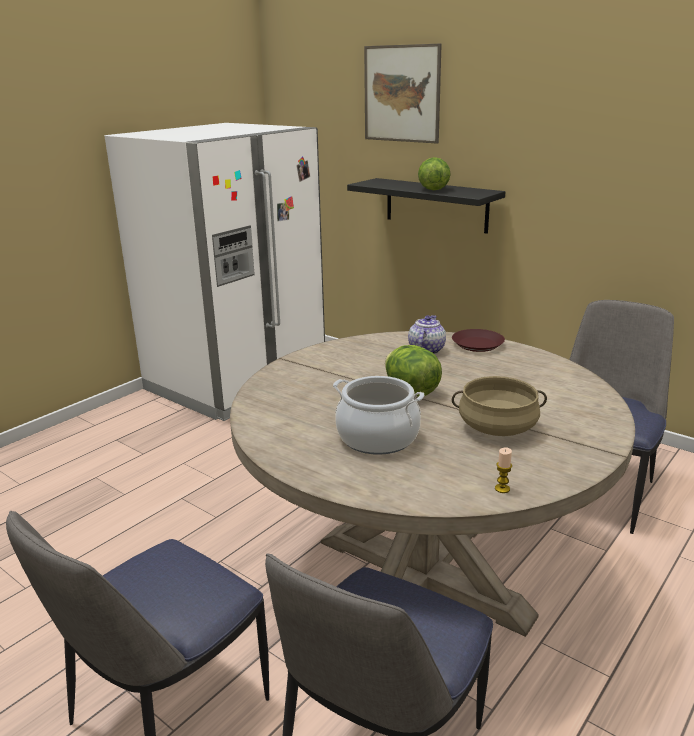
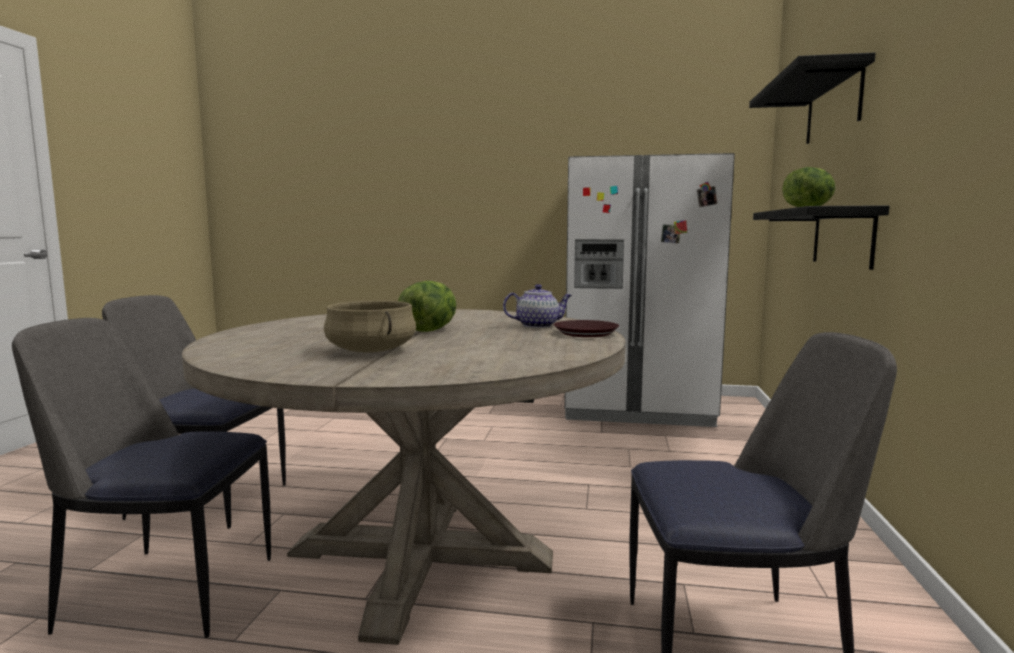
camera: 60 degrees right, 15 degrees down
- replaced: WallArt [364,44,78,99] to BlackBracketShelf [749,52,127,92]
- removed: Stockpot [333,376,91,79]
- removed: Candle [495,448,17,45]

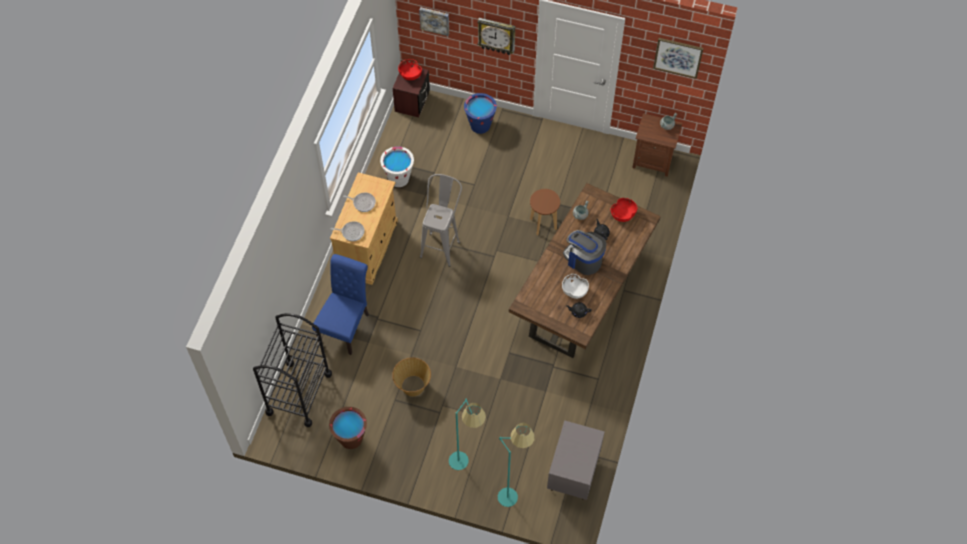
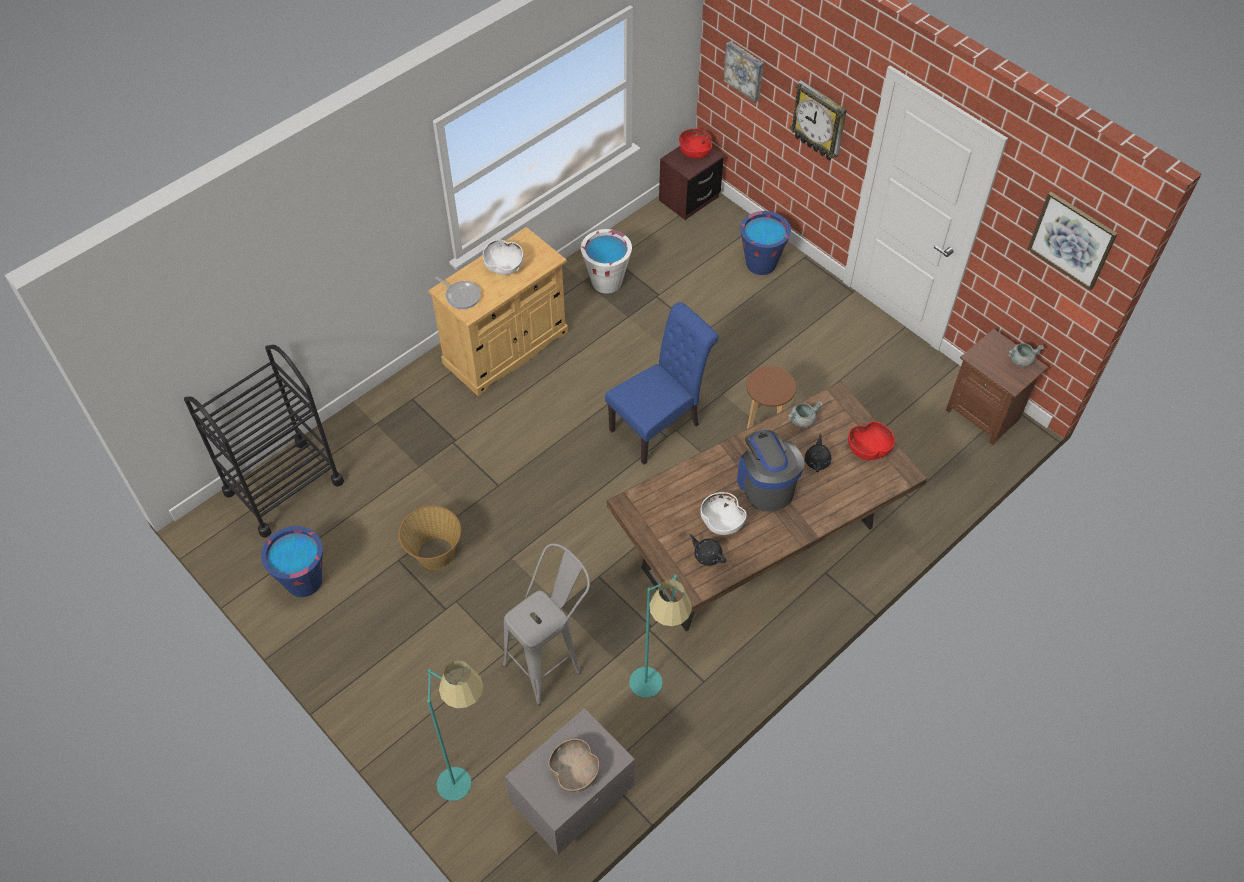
camera: 30 degrees right, 5 degrees down
- recoloured: BrownishPail [329,407,38,42] to BluishPail [261,526,62,71]
- replaced: Pan [343,193,33,19] to WhitishBowl [483,240,40,35]
- moved: GrayStool [420,174,42,93] to [503,543,87,162]
- added: BrownishBowl [548,739,51,53]
- moved: BluishPlainChair [312,254,57,101] to [605,302,114,163]
- moved: TurquoiseColouredFloorLamp [449,398,37,72] to [629,575,63,123]

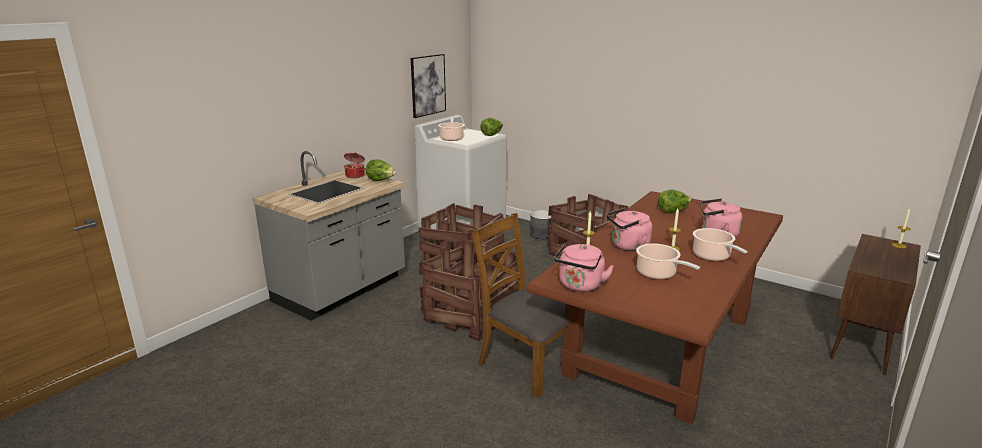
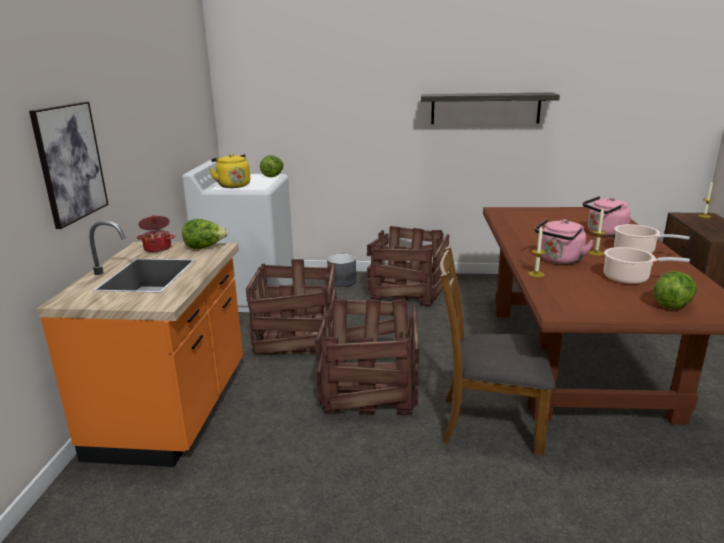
camera: 30 degrees left, 0 degrees up
- moved: WallArt [411,54,35,64] to [29,102,79,127]
- recoloured: GrayCounter [252,151,153,170] to OrangeCounter [37,221,206,246]
- replaced: Stockpot [438,118,27,23] to YellowWaterKettle [209,154,41,34]
- added: BracketShelf [421,93,139,31]
- moved: Lettuce [658,190,34,23] to [653,271,44,38]
- removed: PinkishWaterKettle [554,244,60,48]

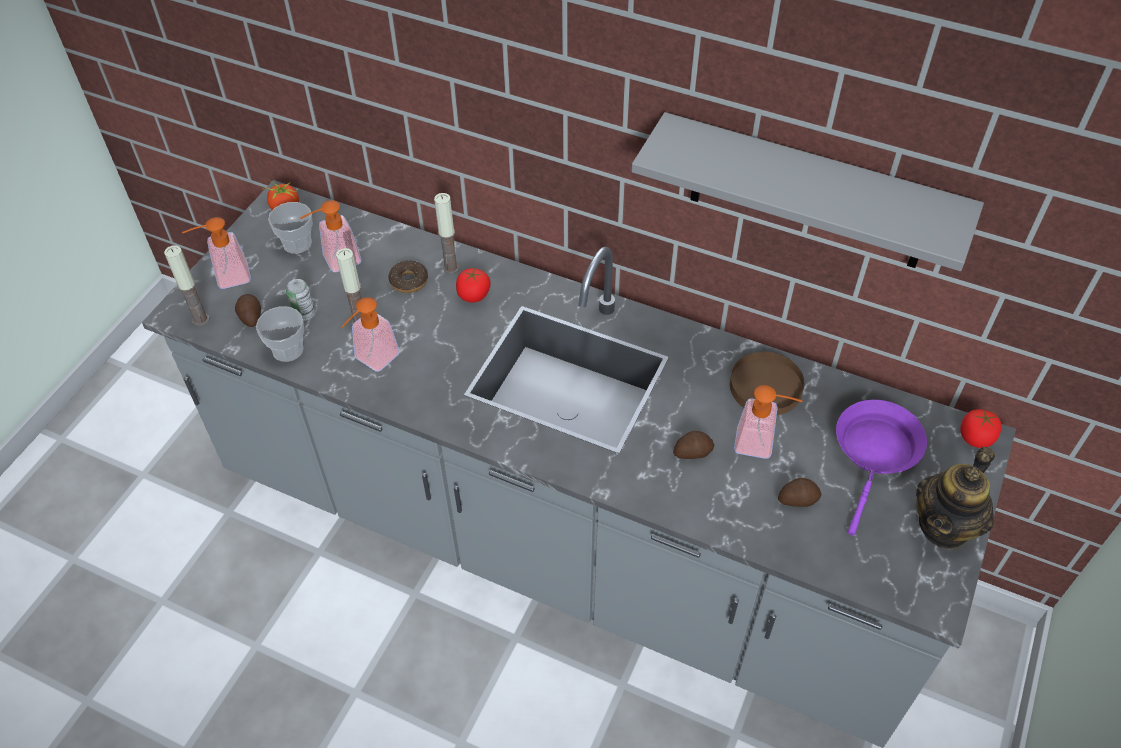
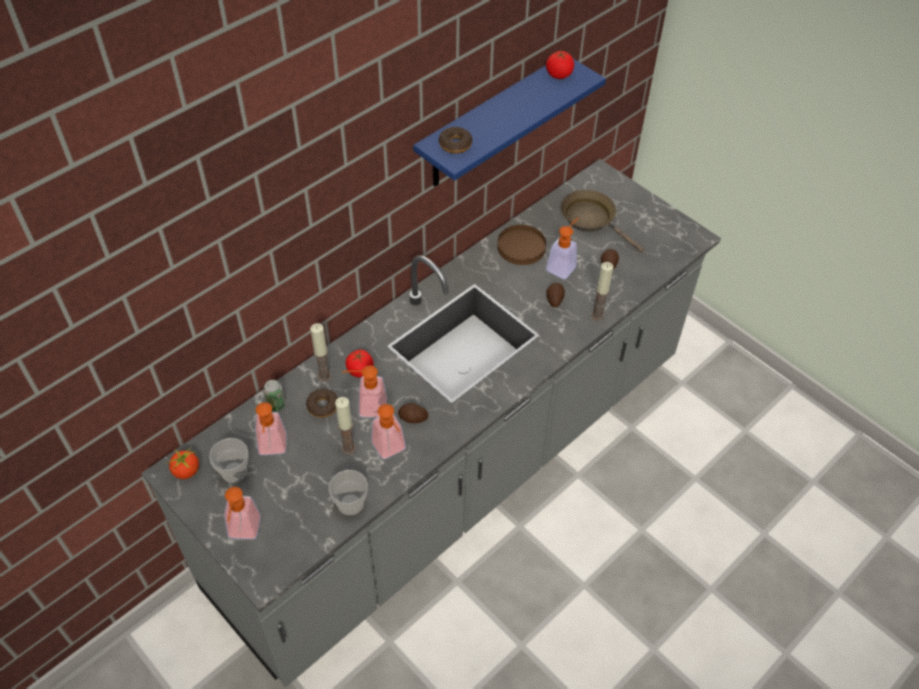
camera: 70 degrees left, 0 degrees up
- moved: SealedCan [286,279,29,42] to [264,380,21,32]
- added: SoapDispenser [342,365,45,53]
- moved: WholePotato [235,294,26,33] to [398,403,30,20]
- recoloured: GrayBracketShelf [632,112,352,159] to BluishBracketShelf [413,59,193,128]
- added: Donut [439,127,33,27]
- moved: WholeTomato [960,409,41,39] to [546,50,28,29]
- recoloured: PurplishPan [836,400,91,136] to BrownishPan [561,190,83,63]
- moved: Candle [164,245,45,81] to [591,262,22,59]
- removed: PotForTea [916,447,79,103]

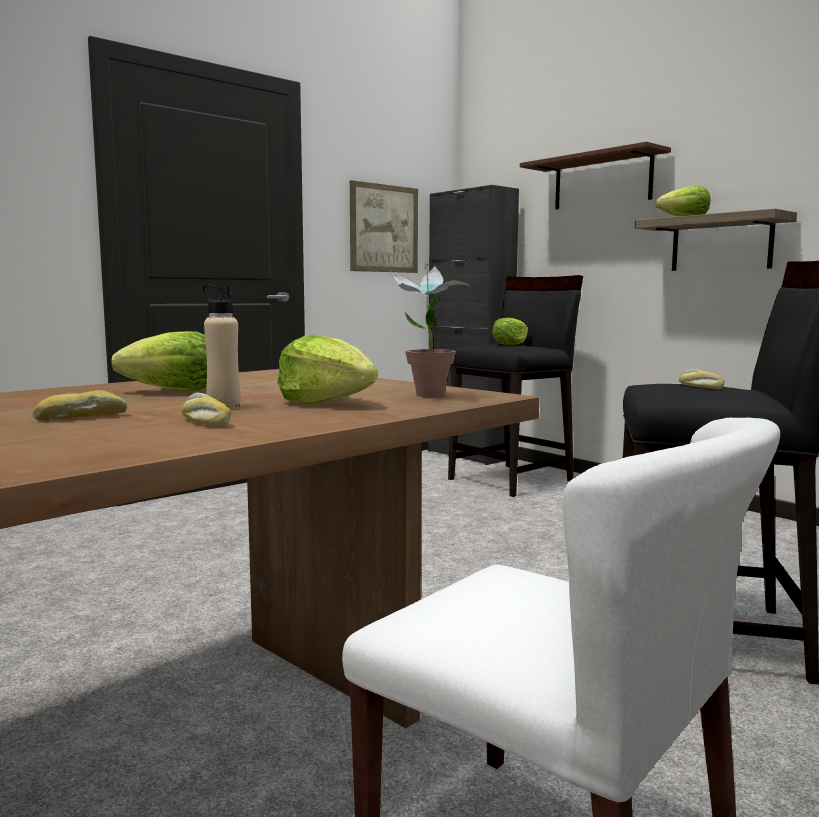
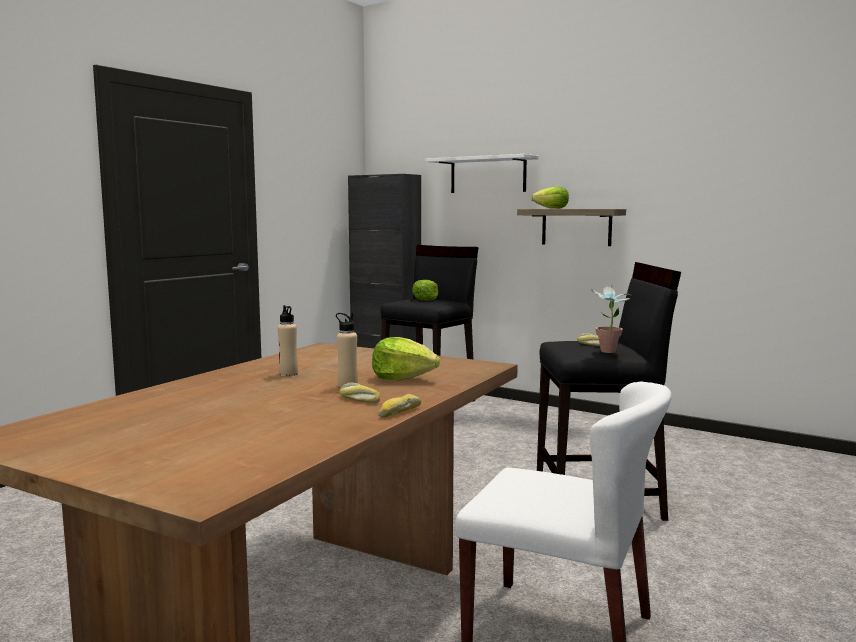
camera: 15 degrees left, 0 degrees up
- replaced: Lettuce [112,331,95,60] to SandColouredDrinkBottle [278,305,20,71]
- moved: BakedBread [33,390,94,31] to [379,394,42,24]
- recoloured: BrownishBracketShelf [520,142,151,67] to WhitishBracketShelf [425,154,114,39]
- moved: PottedPlant [390,263,81,134] to [591,283,41,70]
- removed: WallArt [350,180,68,93]

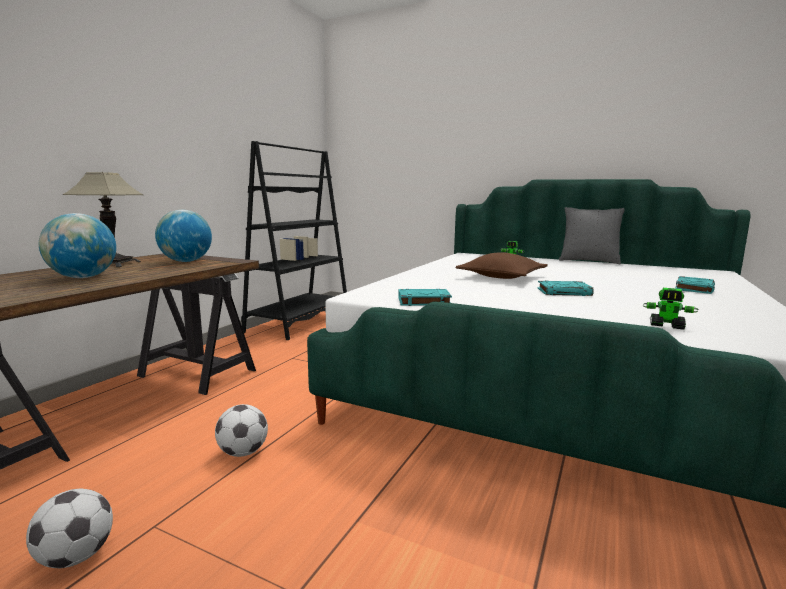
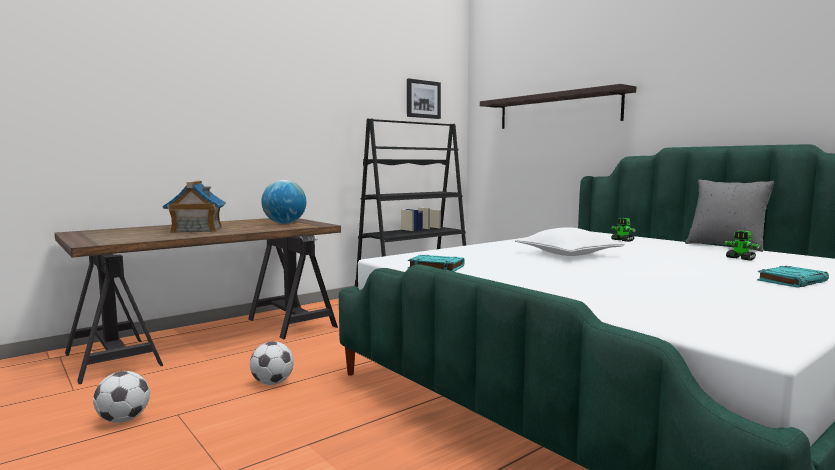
camera: 25 degrees right, 5 degrees down
- replaced: WorldGlobe [39,213,77,65] to MiniatureHouse [162,181,64,53]
- added: WallArt [407,79,34,40]
- added: BracketShelf [480,84,156,45]
- recoloured: BrownishPillow [455,252,93,27] to WhitishPillow [515,227,110,29]
- moved: RobotFigure [643,288,56,42] to [723,230,39,31]
- removed: TabletopLamp [63,172,80,95]
- removed: TurquoiseColouredBook [538,280,56,16]

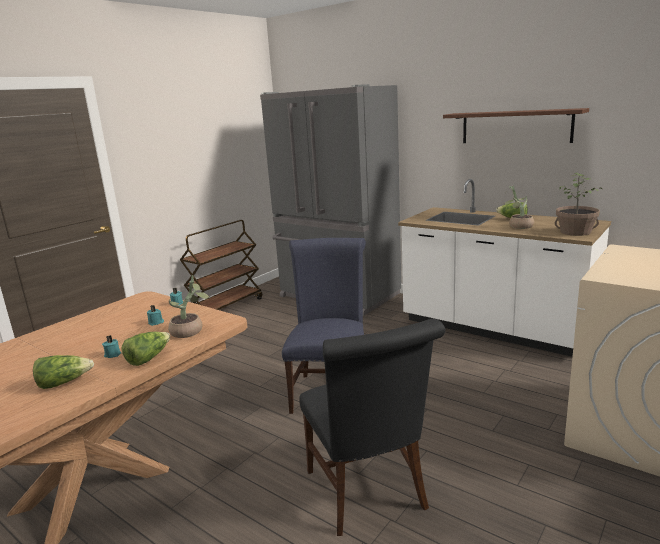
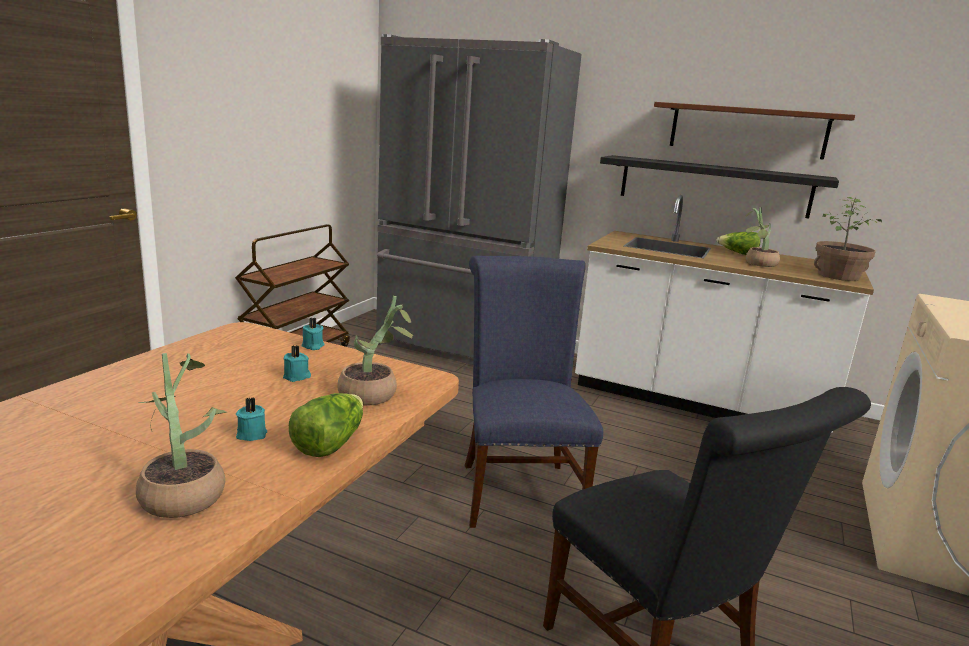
camera: 15 degrees left, 0 degrees up
- replaced: Lettuce [33,355,61,34] to PottedPlant [136,353,91,165]
- added: BlackBracketShelf [600,155,239,63]

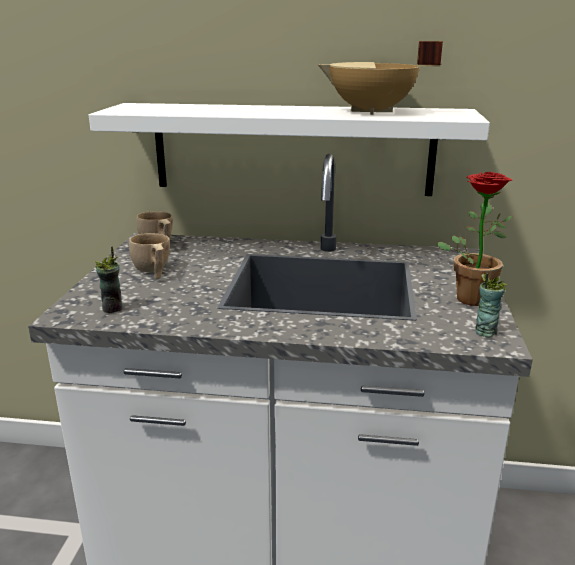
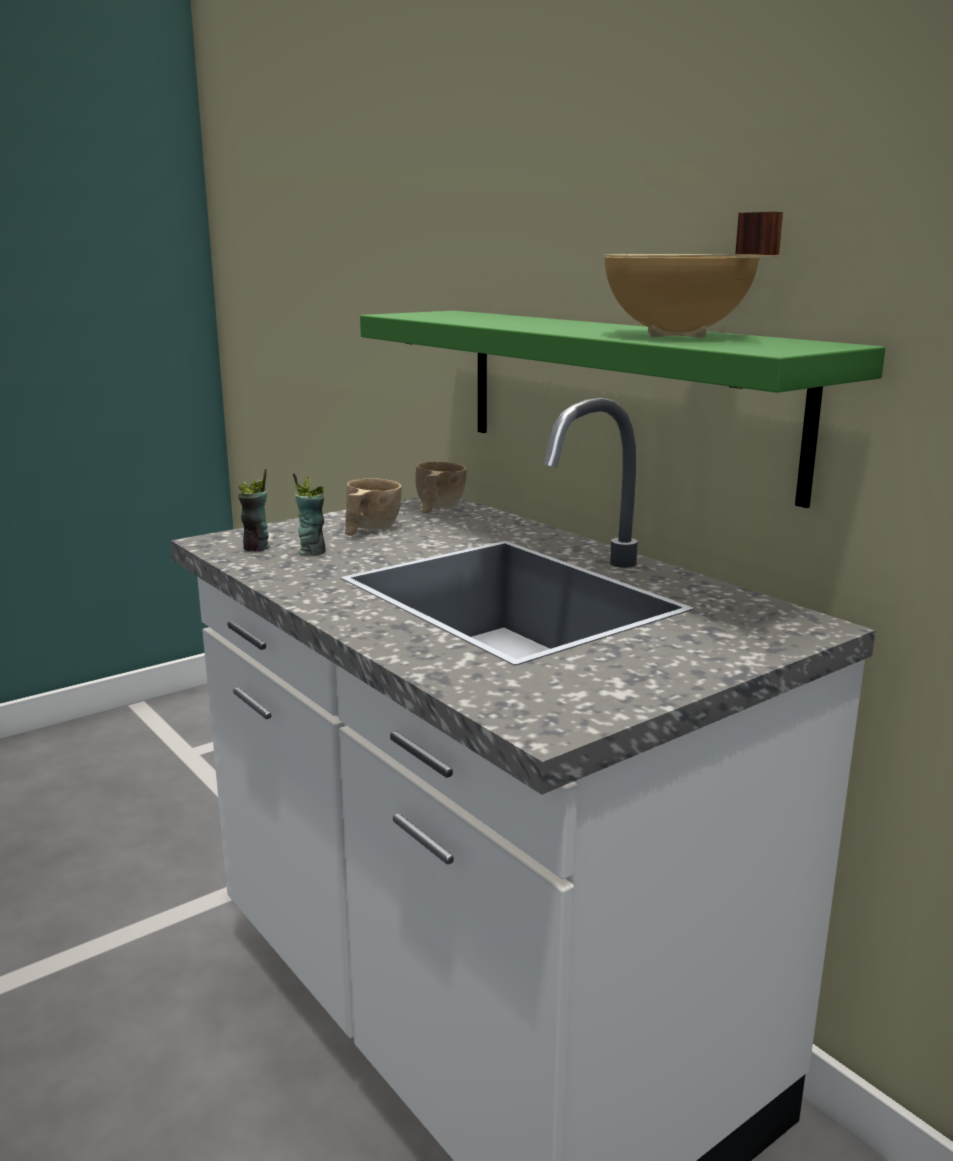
camera: 45 degrees right, 5 degrees down
- moved: Cup [475,272,32,66] to [293,473,32,82]
- recoloured: WhitishBracketShelf [89,103,401,93] to GreenColouredBracketShelf [360,311,526,197]
- removed: PottedPlant [436,172,77,134]

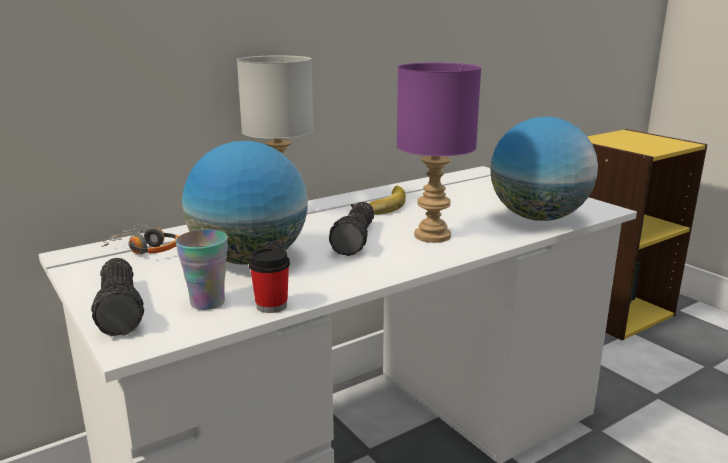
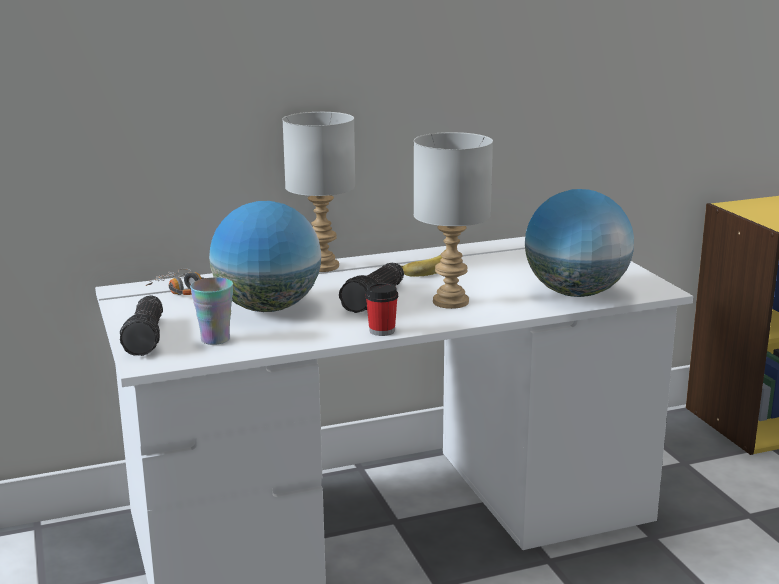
camera: 15 degrees right, 0 degrees up
- moved: Cup [249,248,41,65] to [365,283,33,53]
- recoloured: PurplishTabletopLamp [396,63,85,180] to GrayTabletopLamp [414,132,79,177]

